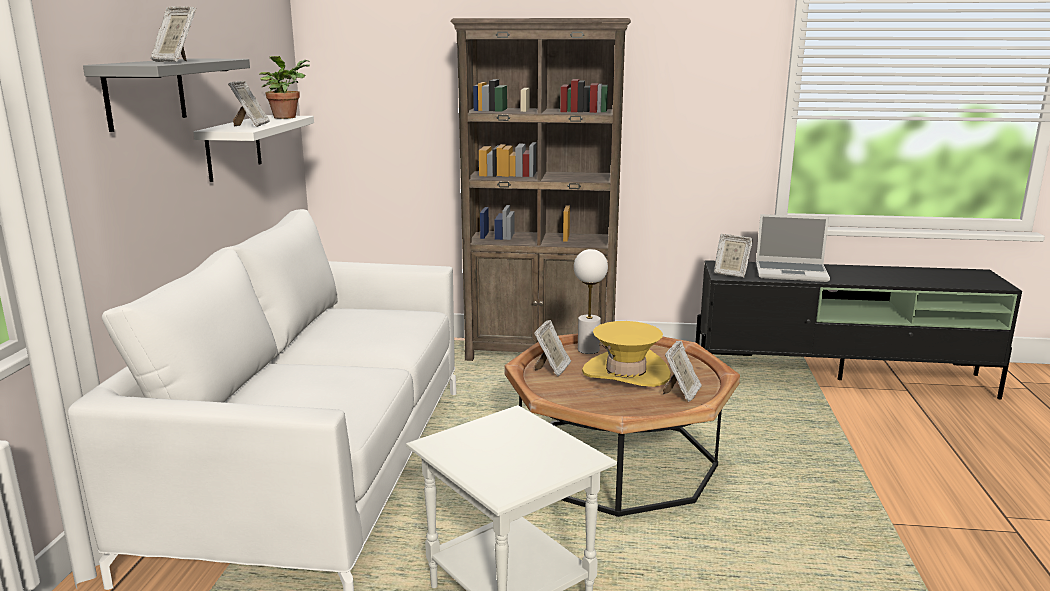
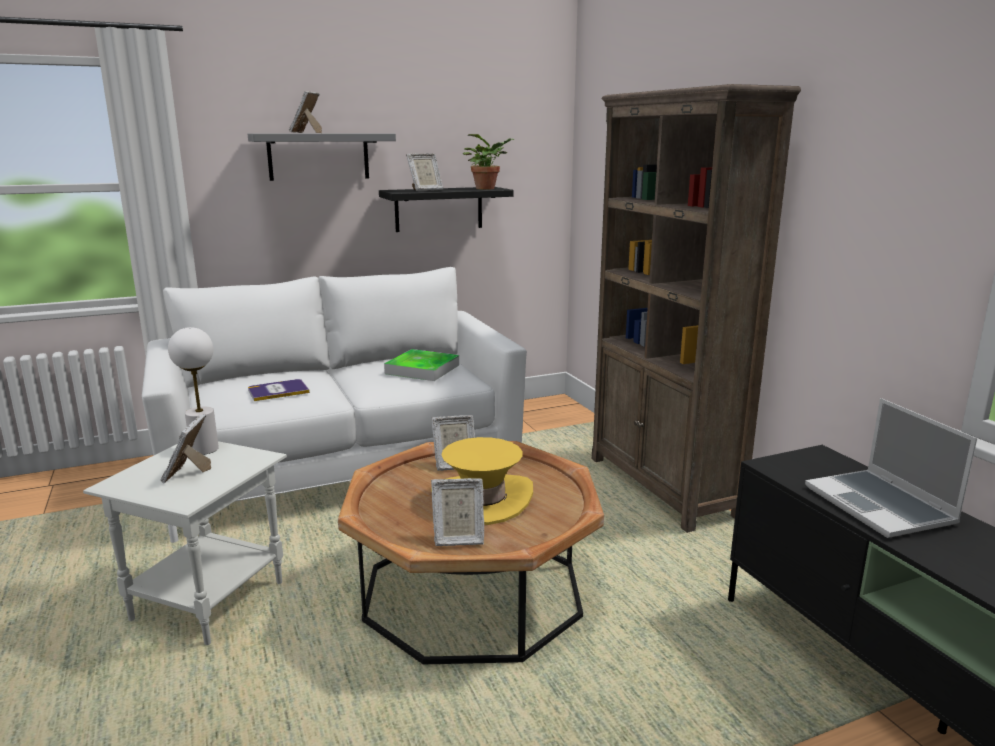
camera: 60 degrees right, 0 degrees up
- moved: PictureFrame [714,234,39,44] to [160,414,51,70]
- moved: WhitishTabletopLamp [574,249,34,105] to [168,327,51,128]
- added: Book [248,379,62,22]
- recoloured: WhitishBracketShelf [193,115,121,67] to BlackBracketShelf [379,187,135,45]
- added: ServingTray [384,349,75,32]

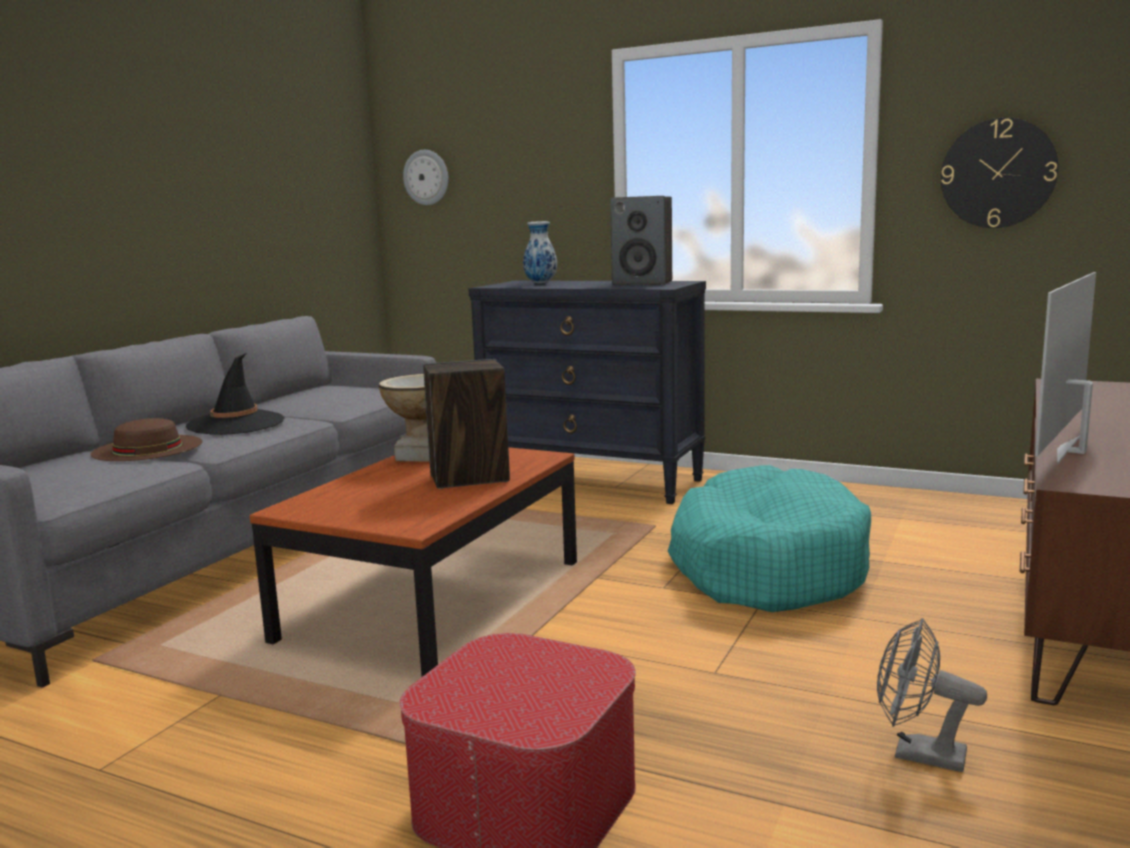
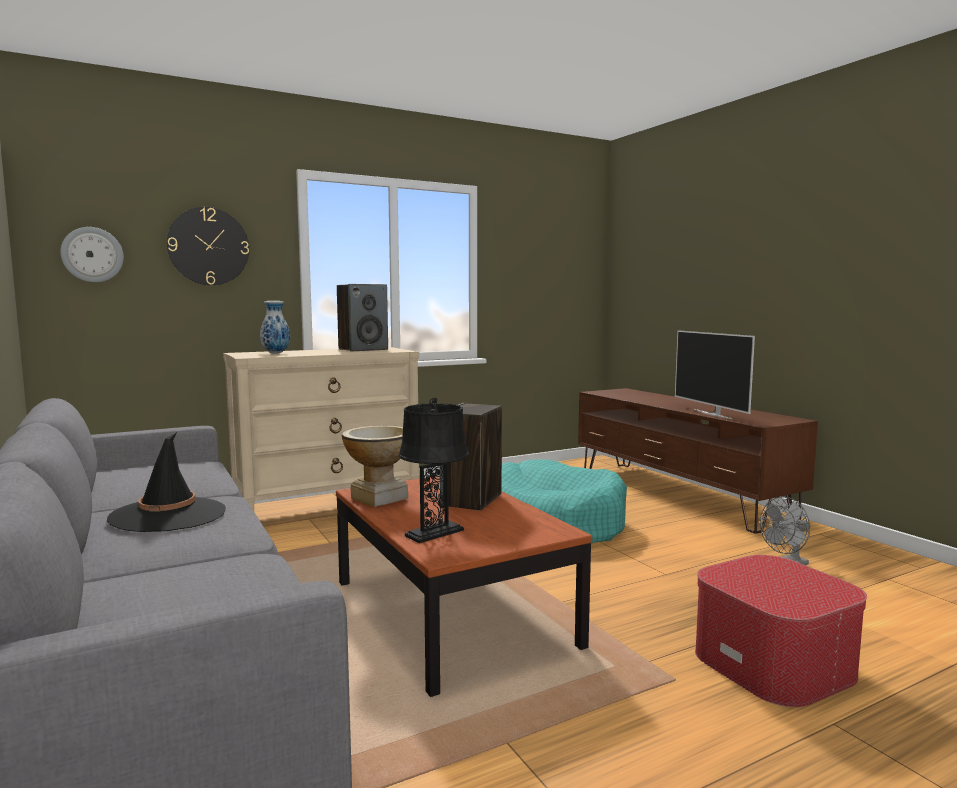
camera: 55 degrees left, 5 degrees down
- moved: ClockOnTheWall [941,117,117,111] to [167,207,82,78]
- recoloured: BlackDresser [468,280,238,224] to SandColouredDresser [223,347,197,164]
- added: BlackTabletopLamp [398,398,71,145]
- removed: BrownishClothingHat [91,418,111,43]

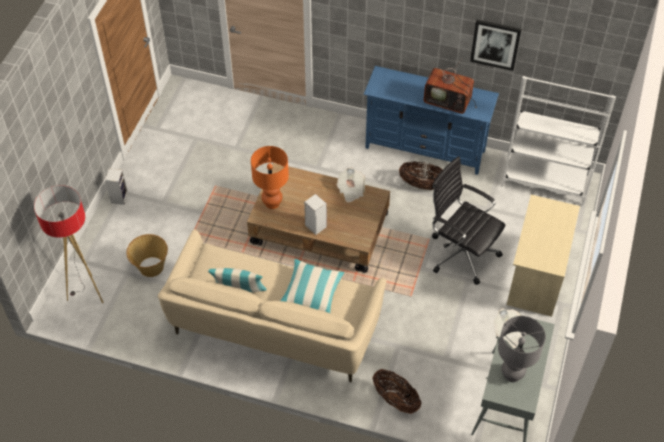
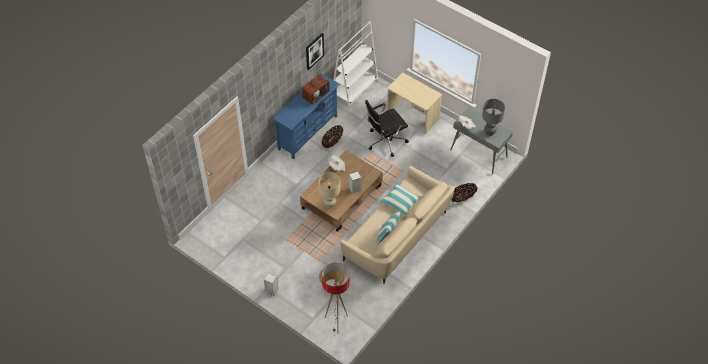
camera: 70 degrees left, 0 degrees up
- recoloured: OrangeTabletopLamp [251,146,38,63] to SandColouredTabletopLamp [318,172,22,36]

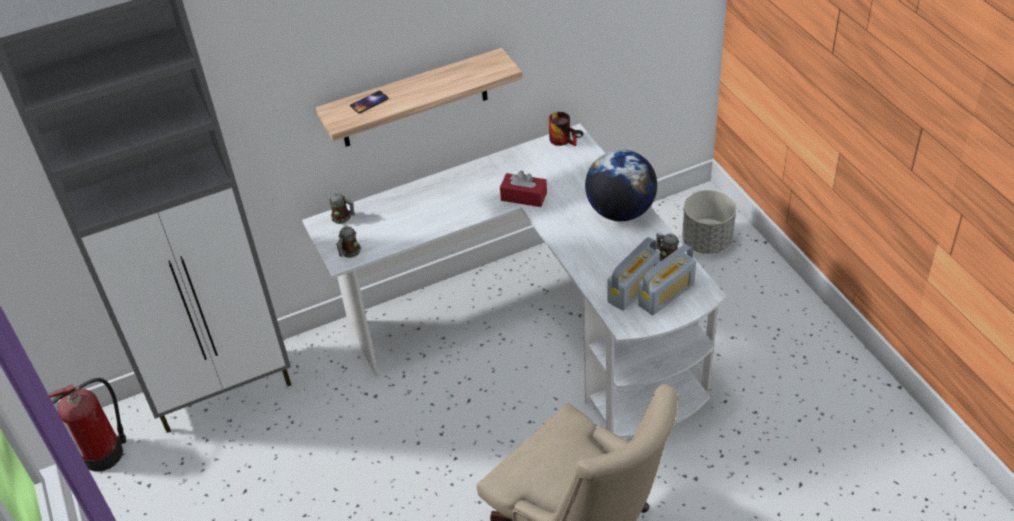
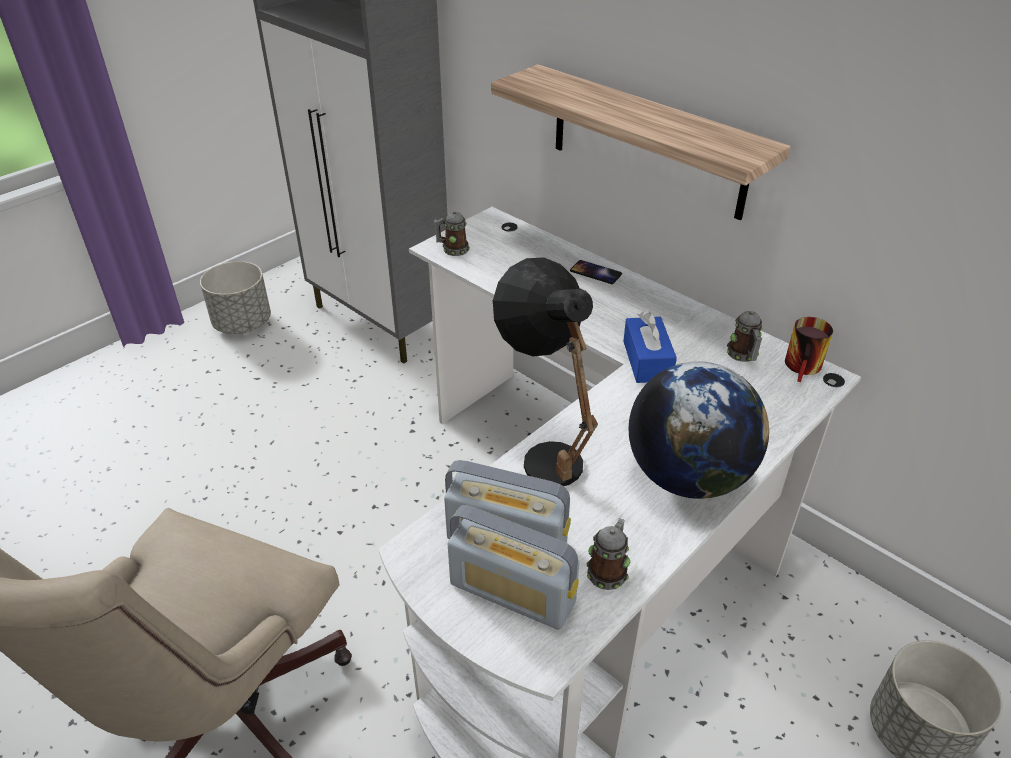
camera: 65 degrees right, 5 degrees down
- added: GrayFlowerPot [200,261,71,73]
- added: BlackTabletopLamp [493,257,105,229]
- moved: Telephone [350,90,39,24] to [570,260,52,24]
- recoloured: RedColouredTissueBox [500,171,47,36] to BluishTissueBox [623,312,54,71]
- moved: Mug [329,193,26,31] to [727,311,36,51]
- removed: FireExtinguisher [48,378,78,94]

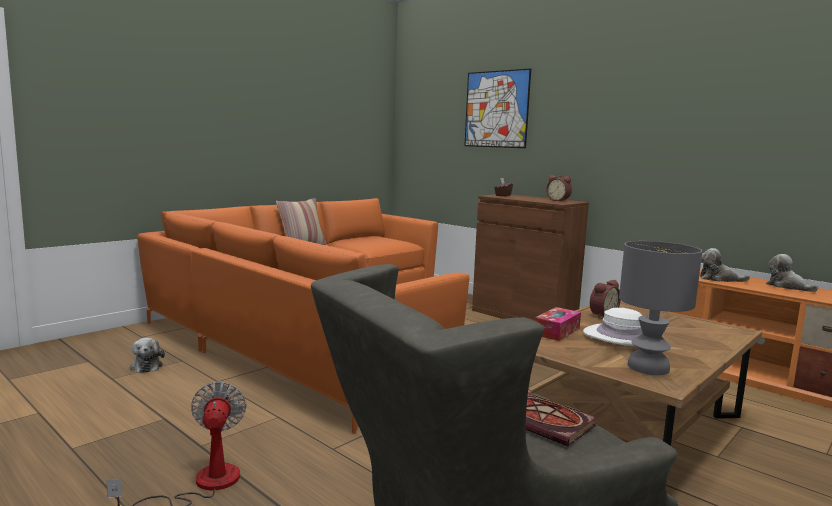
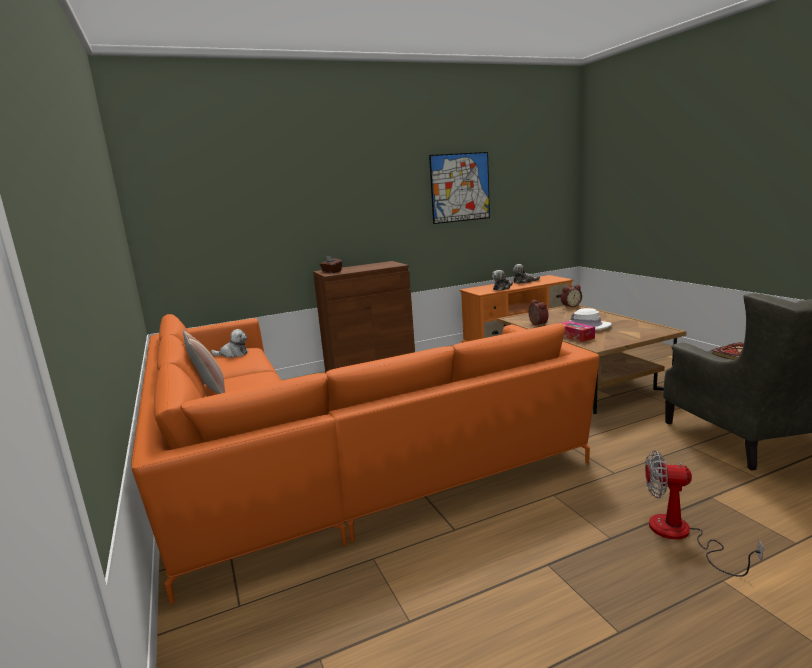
camera: 65 degrees left, 5 degrees up
- moved: PlushToy [130,338,35,35] to [211,329,37,29]
- moved: WallArt [464,68,67,80] to [429,152,61,72]
- moved: TableClock [546,175,26,27] to [561,285,21,23]
- removed: GrayTabletopLamp [619,241,83,134]

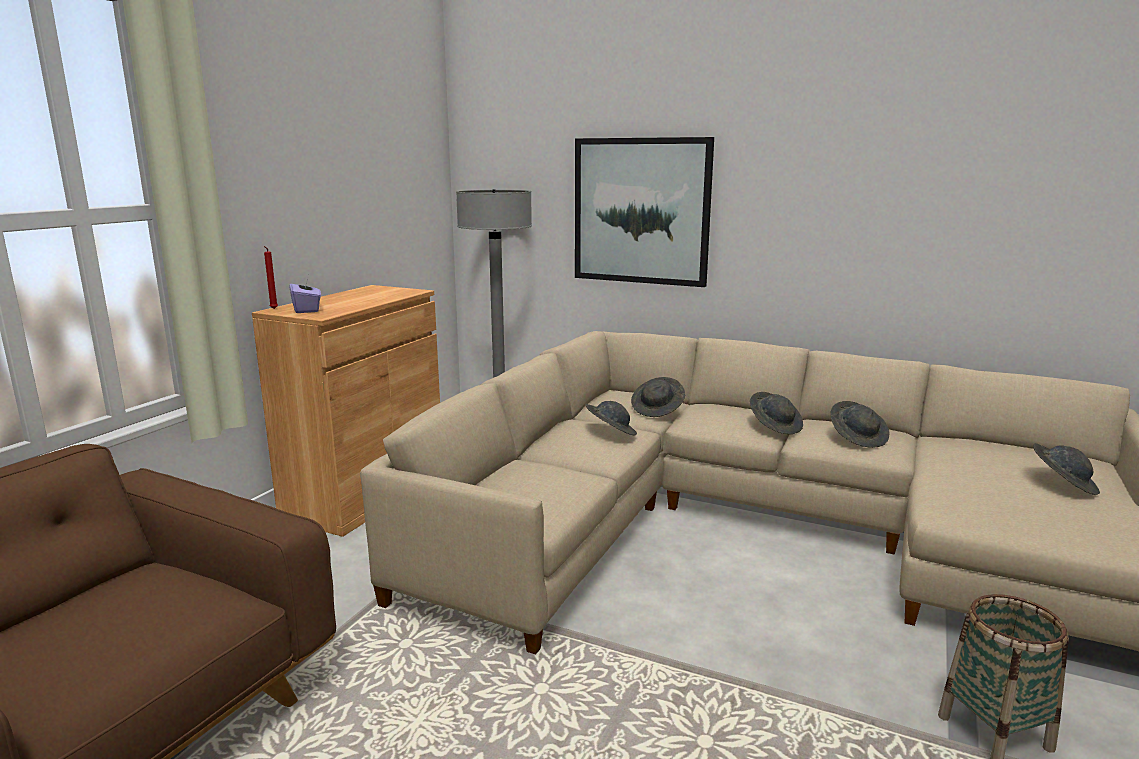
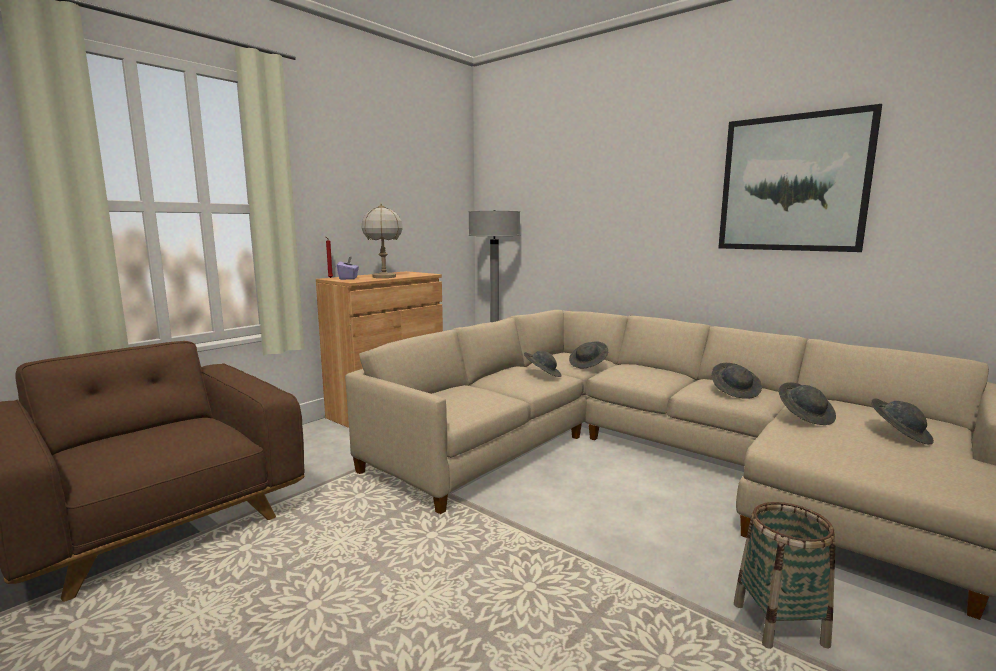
camera: 15 degrees right, 5 degrees down
- added: TabletopLamp [361,203,42,75]
- moved: WallArt [575,137,139,150] to [718,104,164,148]
- moved: GrayClothingHat [750,392,53,42] to [779,382,57,43]

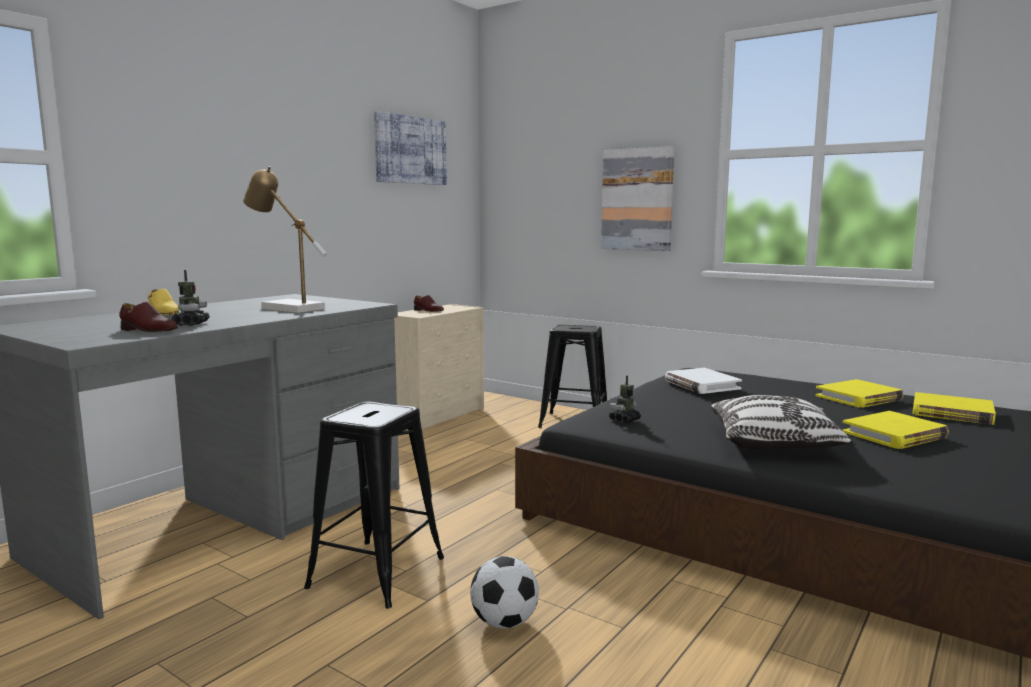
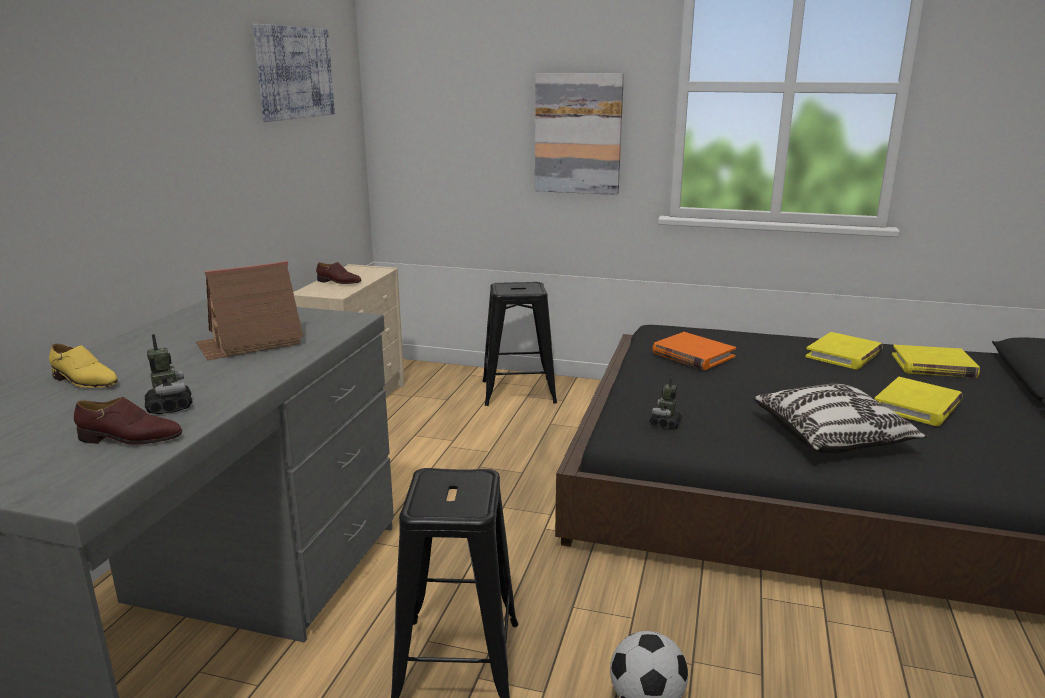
camera: 20 degrees left, 10 degrees up
- replaced: TabletopLamp [243,166,84,147] to MiniatureHouse [196,261,107,100]
- recoloured: WhitishBook [665,368,77,26] to OrangeBook [652,332,84,38]

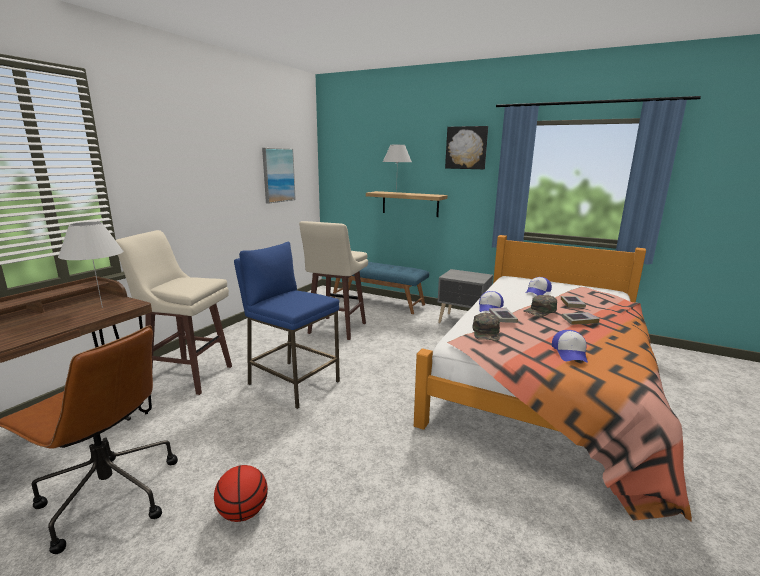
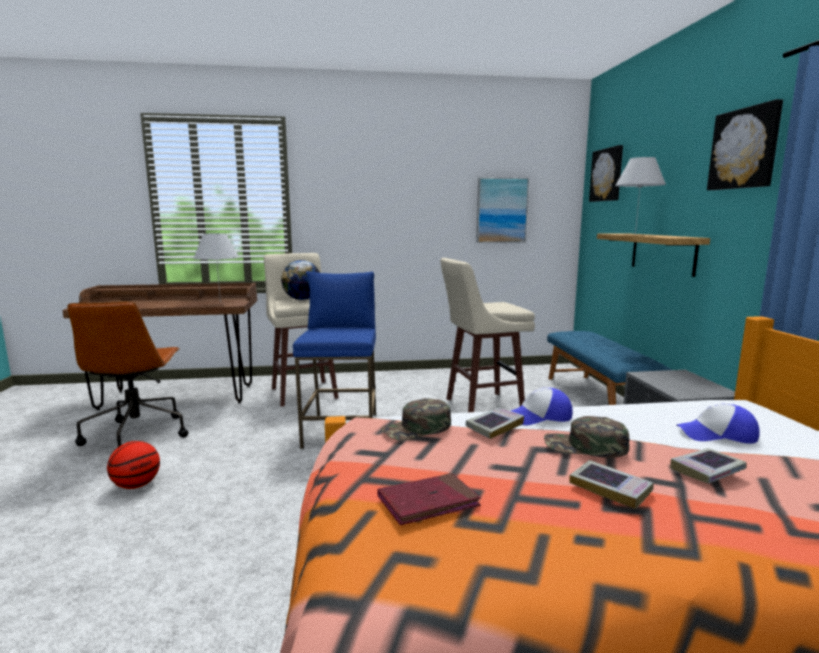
camera: 55 degrees right, 5 degrees down
- added: WorldGlobe [281,260,39,40]
- replaced: Cap [552,330,36,33] to RedColouredBook [377,473,104,52]
- added: WallArt [589,145,34,57]

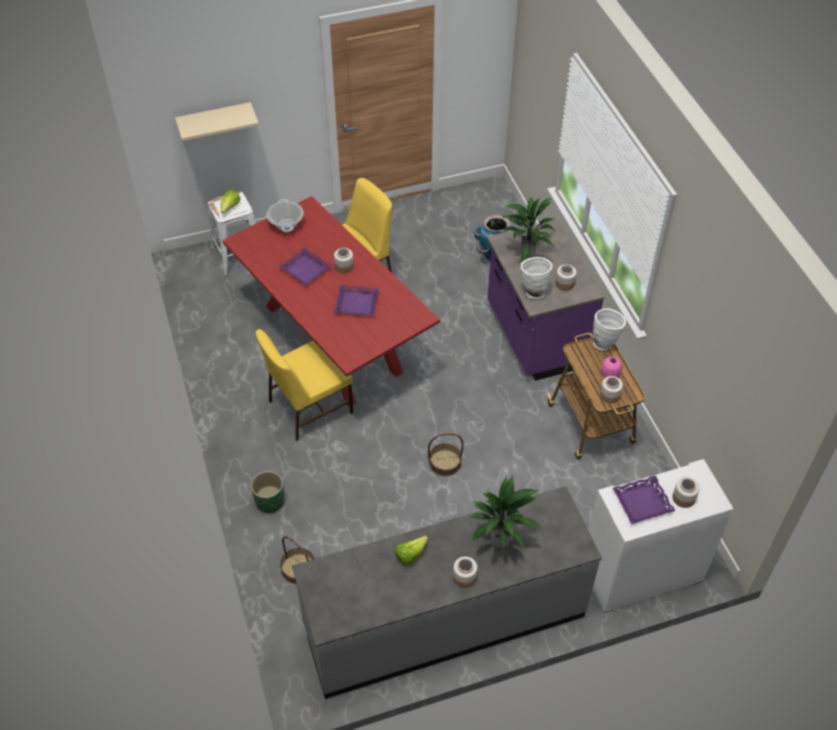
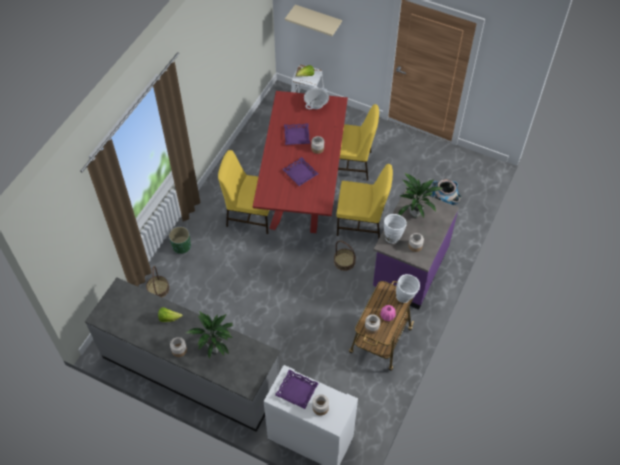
camera: 45 degrees right, 5 degrees up
- moved: Basket [428,433,36,43] to [334,241,22,30]
- added: YellowPlainChair [336,164,57,75]

